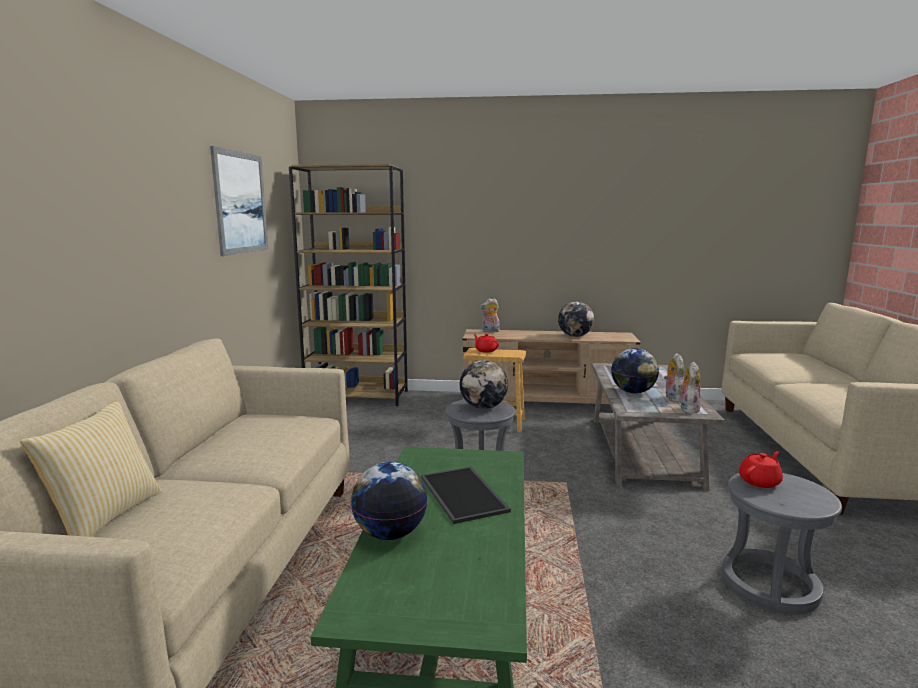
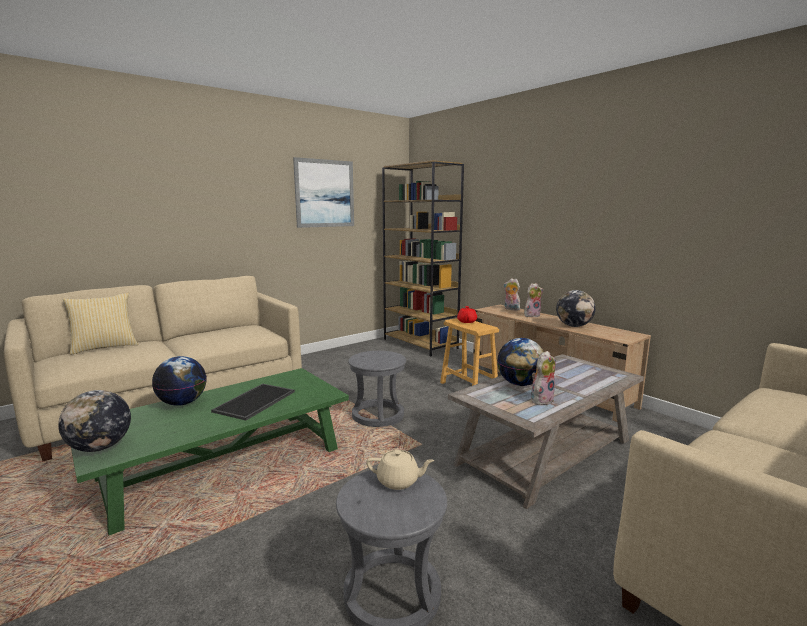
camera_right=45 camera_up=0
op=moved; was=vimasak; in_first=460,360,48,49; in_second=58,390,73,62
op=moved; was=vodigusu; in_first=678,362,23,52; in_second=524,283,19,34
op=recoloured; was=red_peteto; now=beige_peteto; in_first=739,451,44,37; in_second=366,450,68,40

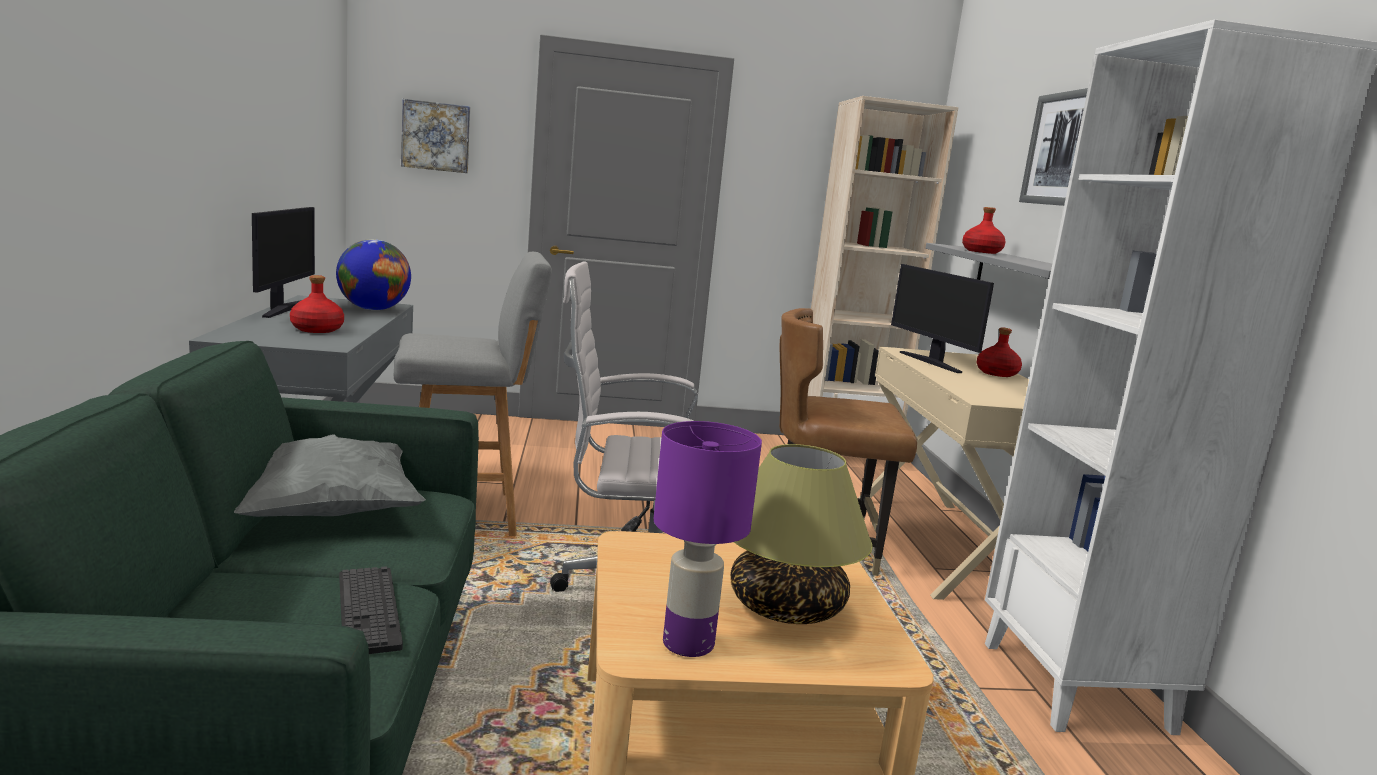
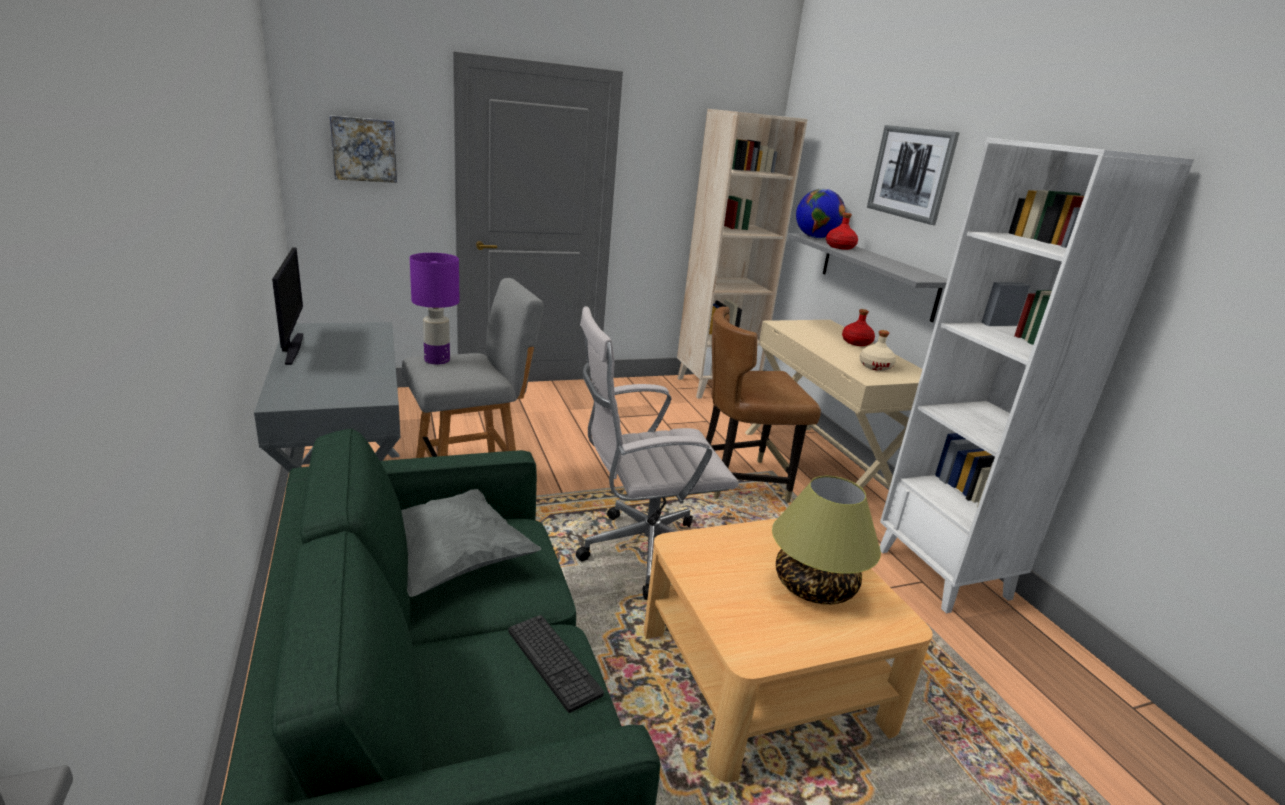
camera_right=-15 camera_up=10
op=moved; was=vimasak; in_first=336,239,75,71; in_second=796,189,50,49
op=removed; was=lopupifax; in_first=891,264,103,109
op=removed; was=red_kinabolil; in_first=290,275,54,58
op=moved; was=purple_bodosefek; in_first=654,421,108,236; in_second=410,253,49,111
op=added; now=beige_kinabolil; in_second=859,330,37,41

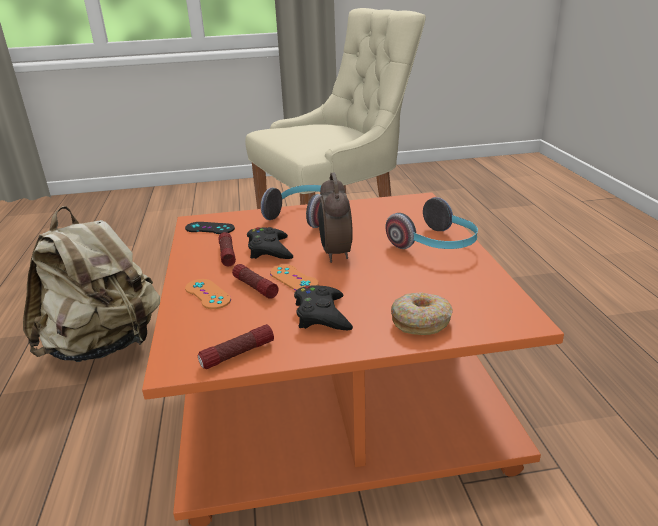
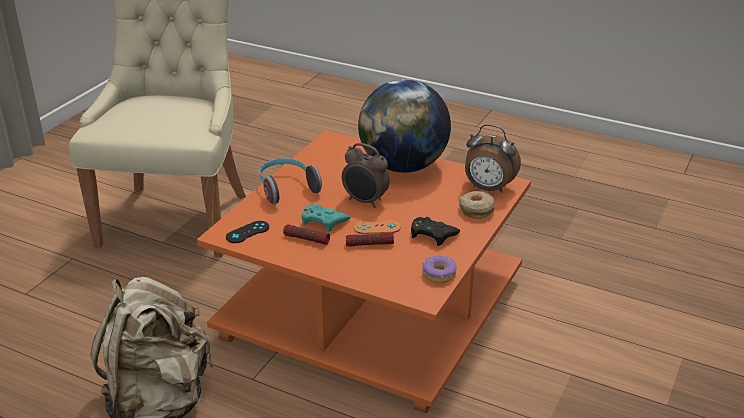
camera_right=-55 camera_up=5
op=replaced; was=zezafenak; now=vimasak; in_first=386,197,92,52; in_second=358,79,93,94
op=recoloured; was=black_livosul; now=turquoise_livosul; in_first=247,227,46,32; in_second=302,204,48,28
op=removed; was=orange_livosul; in_first=185,279,46,30
op=replaced; was=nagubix; now=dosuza; in_first=198,324,76,45; in_second=422,256,34,27
op=added; now=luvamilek; in_second=465,124,56,69

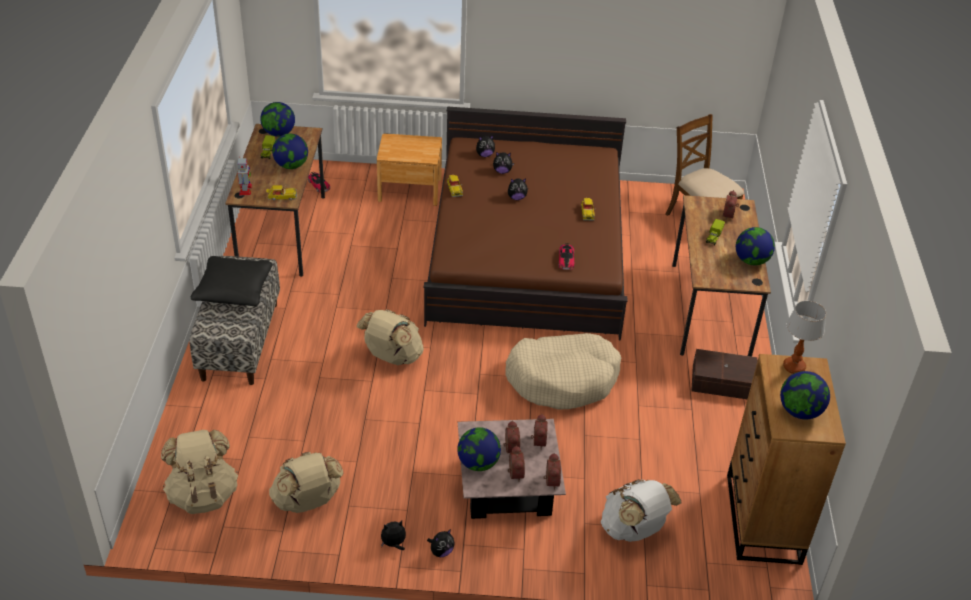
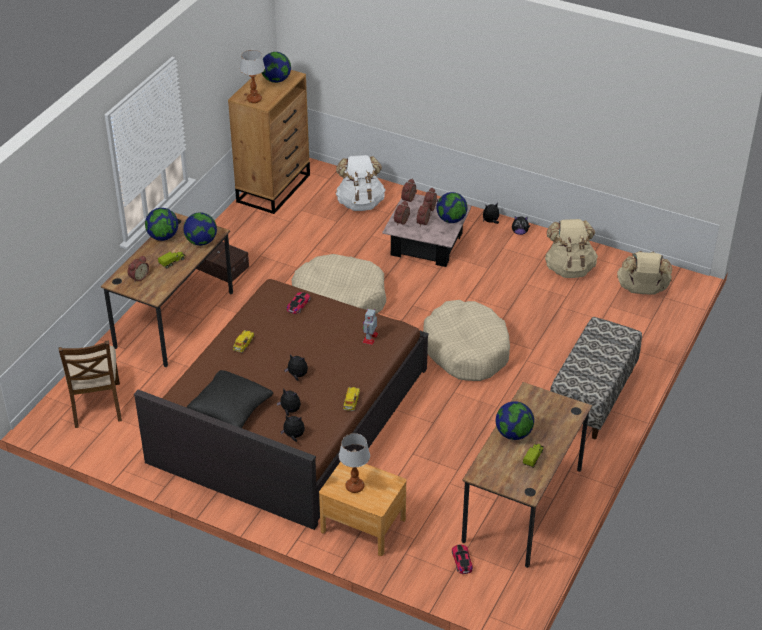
camera_right=-155 camera_up=0
op=moved; was=vimasak; in_first=260,102,35,35; in_second=183,212,34,34
op=moved; was=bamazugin; in_first=238,157,14,38; in_second=362,309,16,36
op=removed; was=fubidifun; in_first=266,185,31,15
op=moved; was=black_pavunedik; in_first=191,256,82,50; in_second=187,370,86,58
op=replaced; was=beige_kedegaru; now=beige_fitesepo; in_first=357,310,67,55; in_second=423,300,87,81
op=added; now=bodosefek; in_second=339,433,31,60

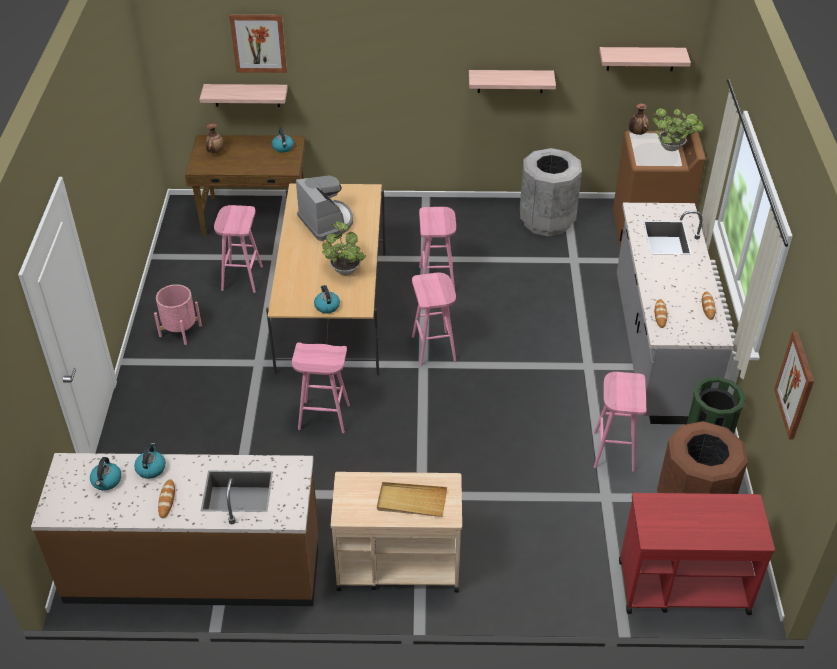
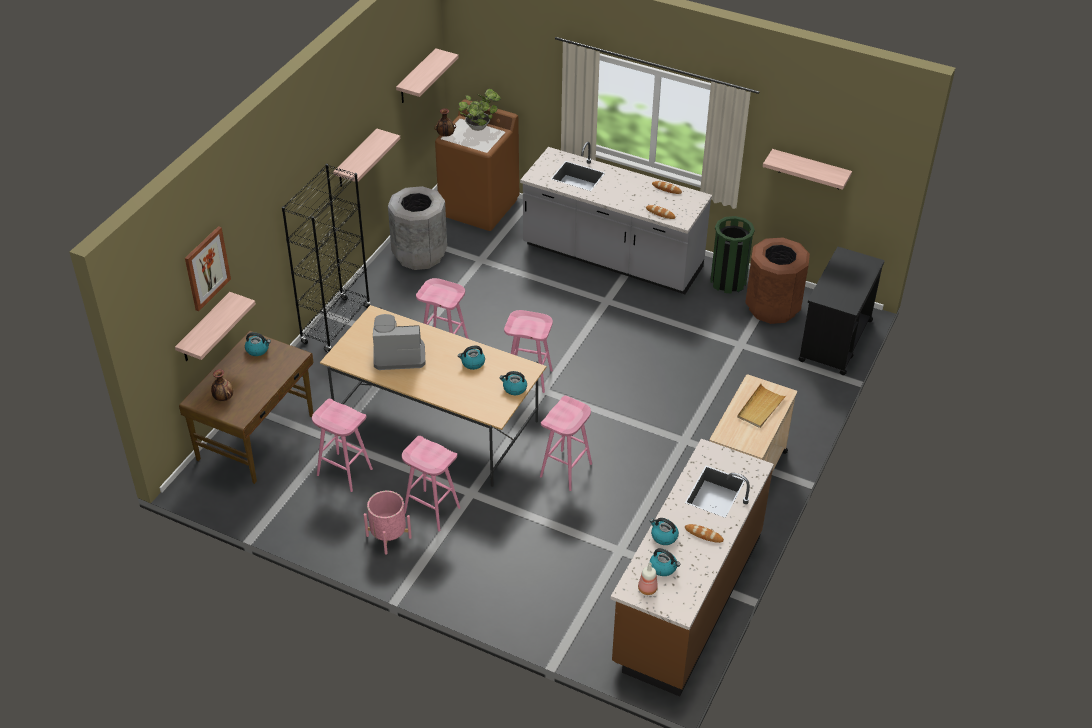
camera_right=-65 camera_up=0
op=replaced; was=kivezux; now=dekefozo; in_first=322,221,44,54; in_second=458,346,27,24
op=replaced; was=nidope; now=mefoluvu; in_first=774,331,40,109; in_second=763,149,89,41
op=moved; was=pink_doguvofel; in_first=594,372,53,100; in_second=402,436,58,95
op=recoloured; was=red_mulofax; now=black_mulofax; in_first=619,493,156,122; in_second=799,247,85,128
op=added; now=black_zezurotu; in_second=282,164,89,189
op=added; now=kinabolil; in_second=638,563,20,32

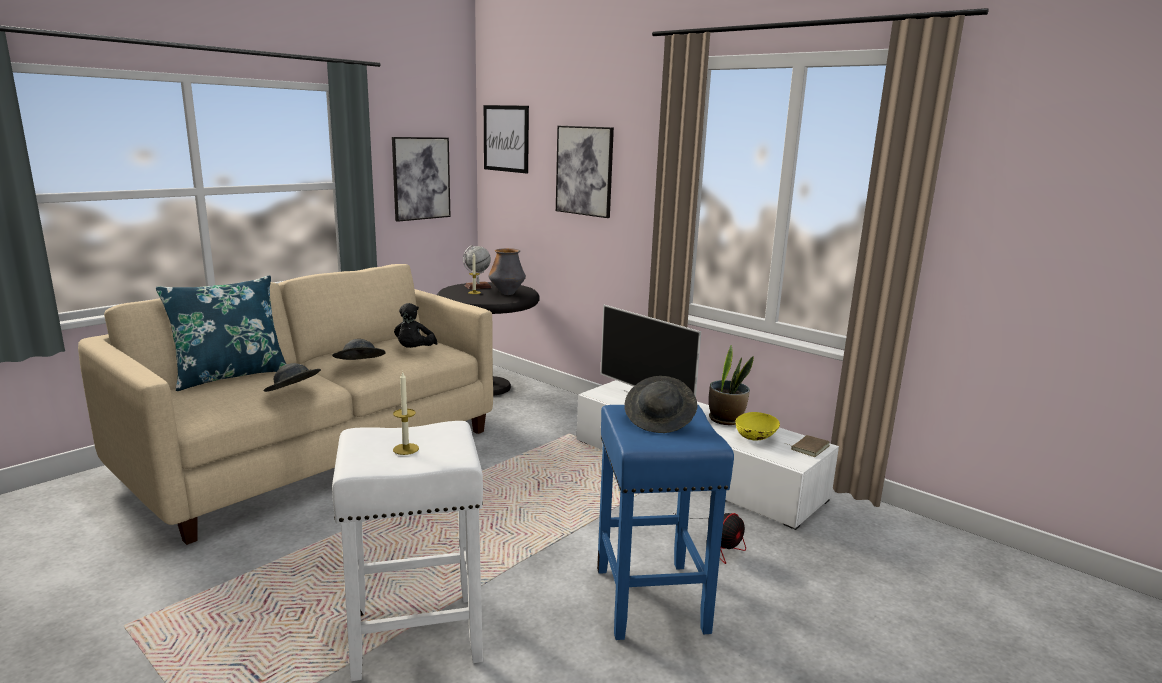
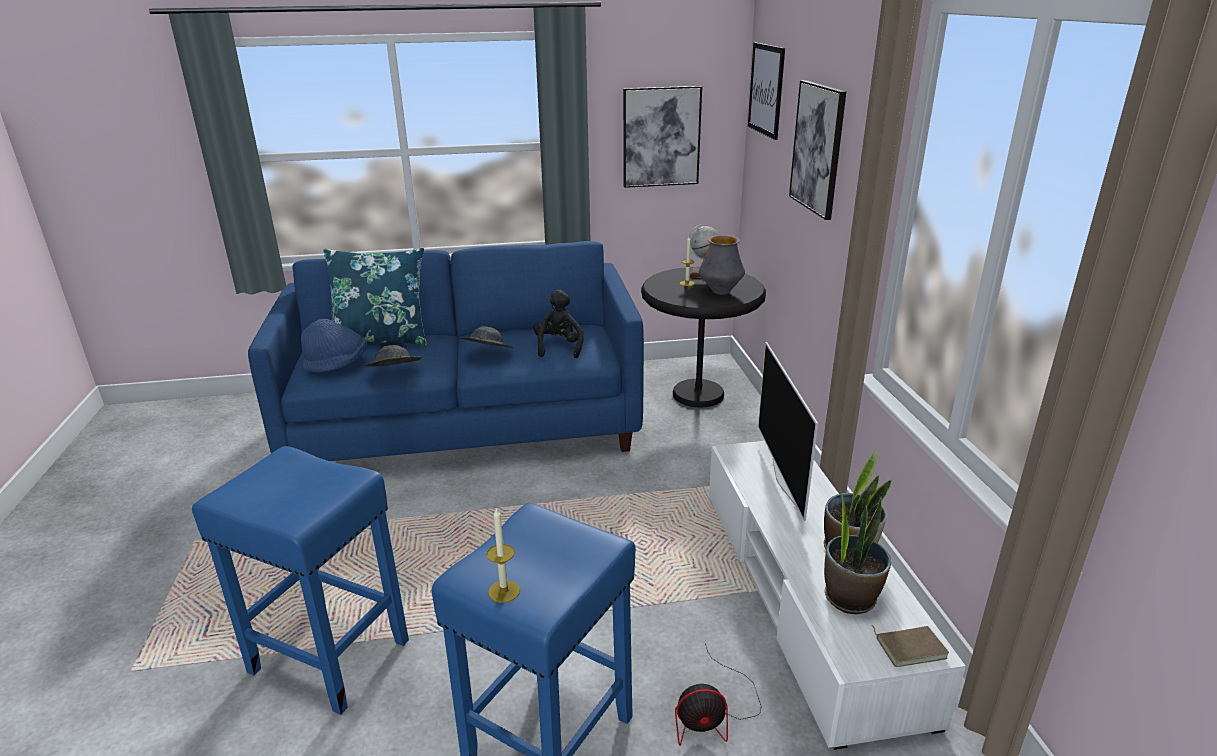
camera_right=40 camera_up=10
op=recoloured; was=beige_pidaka; now=blue_pidaka; in_first=78,264,415,281; in_second=248,241,396,220
op=turned; was=black_vodigusu; in_first=394,303,44,45; in_second=533,290,51,68; clockwise=135
op=moved; was=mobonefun; in_first=393,372,26,83; in_second=487,507,33,96
op=removed; was=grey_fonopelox; in_first=624,376,73,57
op=replaced; was=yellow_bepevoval; now=kivezux; in_first=735,412,45,28; in_second=824,492,67,122
op=recoloured; was=white_doguvofel; now=blue_doguvofel; in_first=332,421,151,260; in_second=192,446,217,269
op=added; now=blue_fonopelox; in_second=301,319,66,54

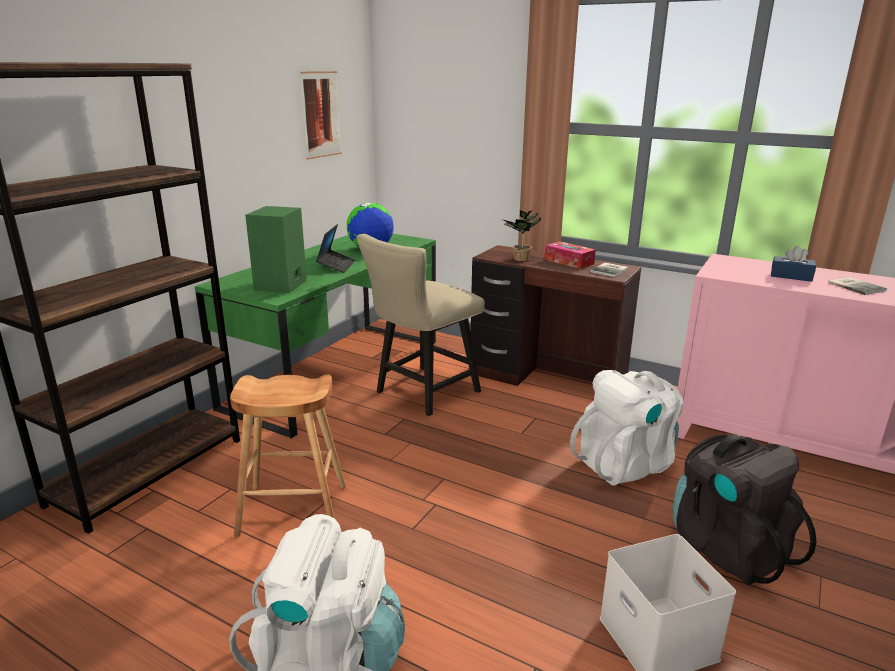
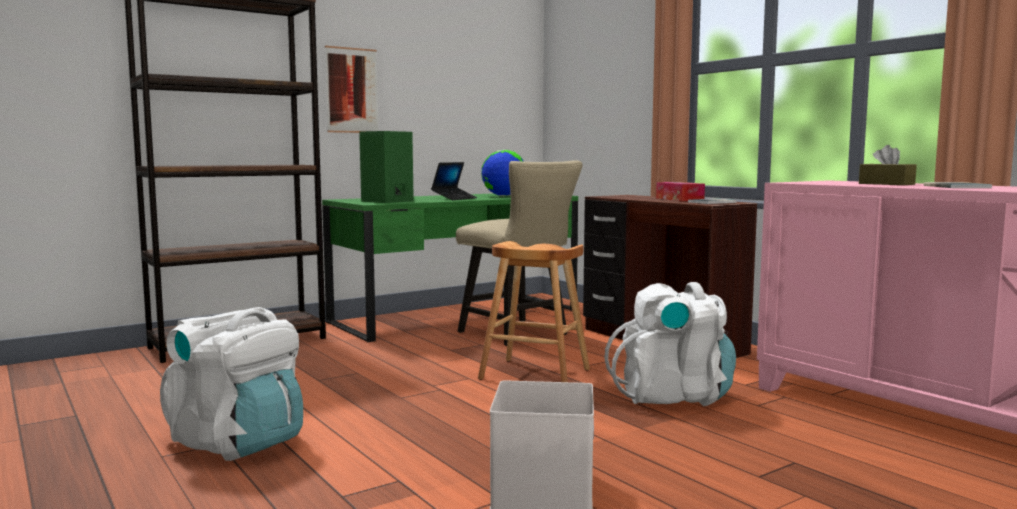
camera_right=25 camera_up=-15
op=moved; was=nidope; in_first=300,71,42,88; in_second=325,46,53,87
op=removed; was=kivezux; in_first=502,210,39,51
op=turned; was=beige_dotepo; in_first=357,234,128,182; in_second=456,160,127,186; clockwise=-105
op=recoloured; was=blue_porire; now=brown_porire; in_first=771,246,45,36; in_second=859,145,58,40
op=moved; was=brown_doguvofel; in_first=230,374,116,163; in_second=478,241,112,141
op=removed; was=black_kedegaru; in_first=673,434,144,151

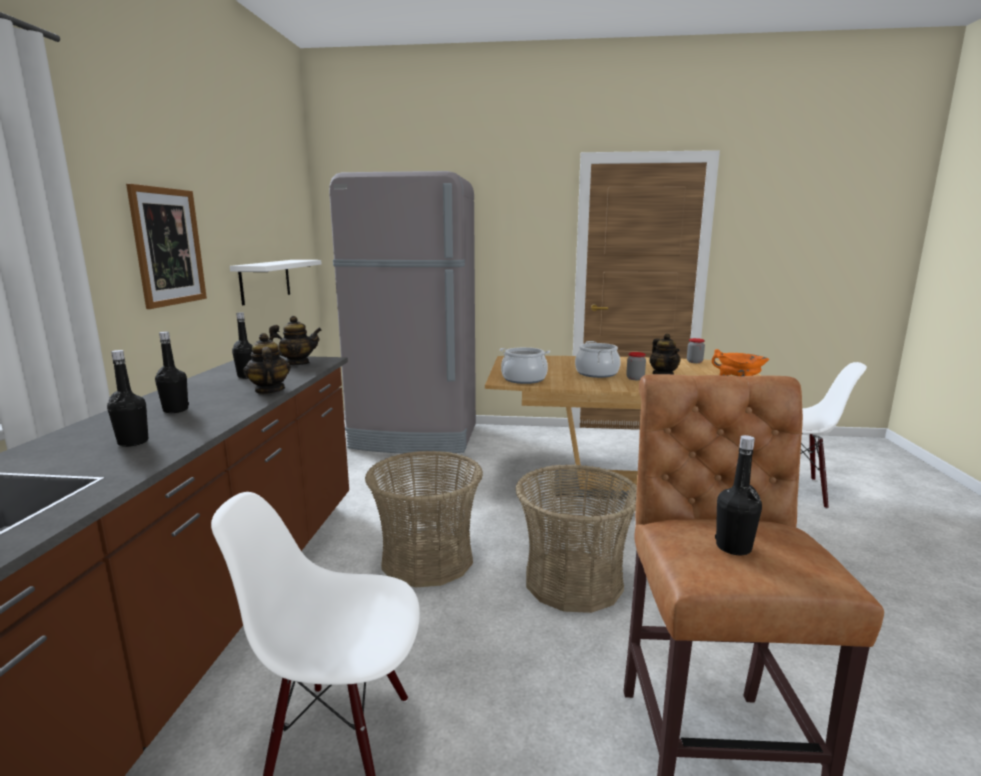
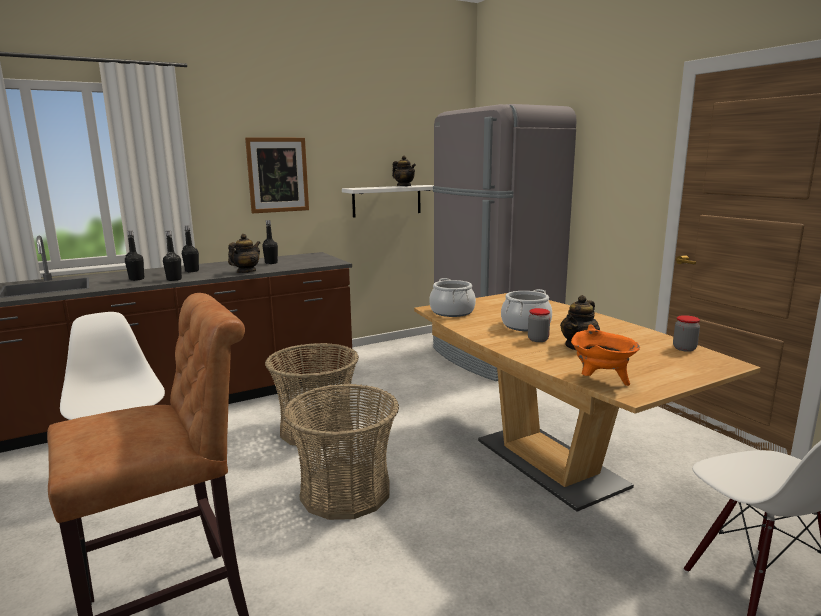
camera_right=55 camera_up=0
op=moved; was=peteto; in_first=269,316,53,49; in_second=392,156,24,30
op=moved; was=black_kinabolil; in_first=715,435,47,120; in_second=163,231,19,50

